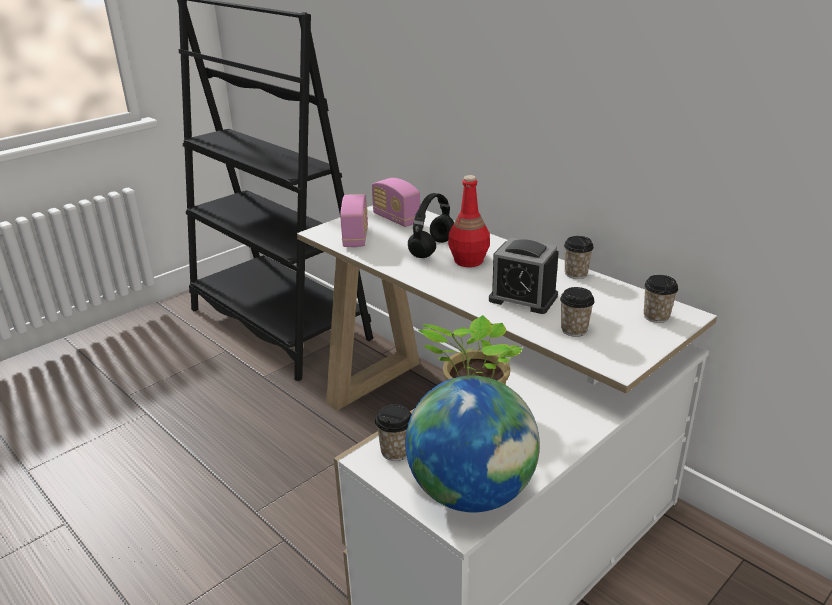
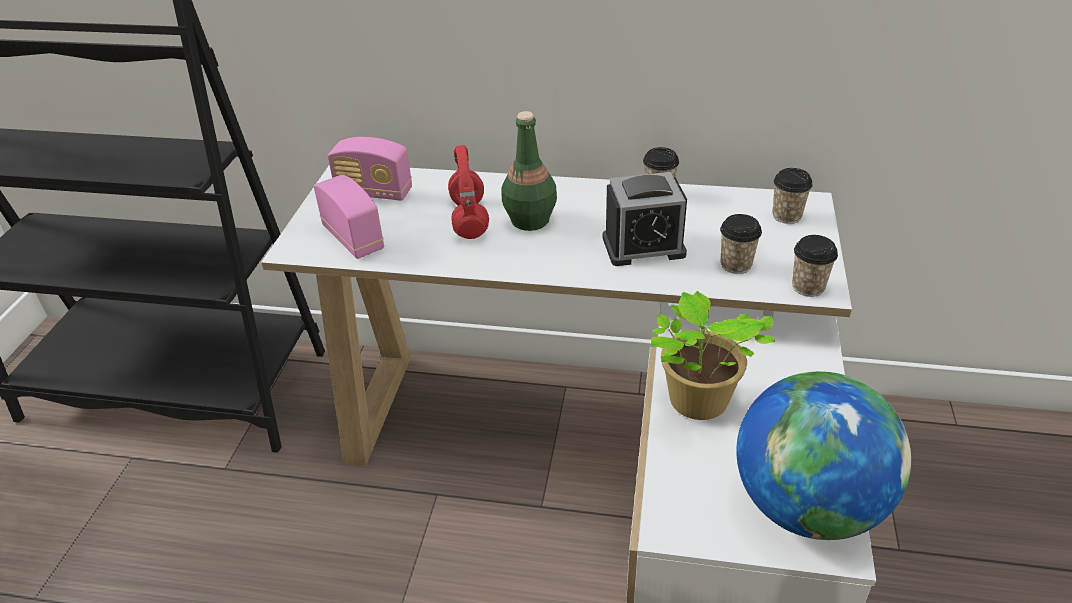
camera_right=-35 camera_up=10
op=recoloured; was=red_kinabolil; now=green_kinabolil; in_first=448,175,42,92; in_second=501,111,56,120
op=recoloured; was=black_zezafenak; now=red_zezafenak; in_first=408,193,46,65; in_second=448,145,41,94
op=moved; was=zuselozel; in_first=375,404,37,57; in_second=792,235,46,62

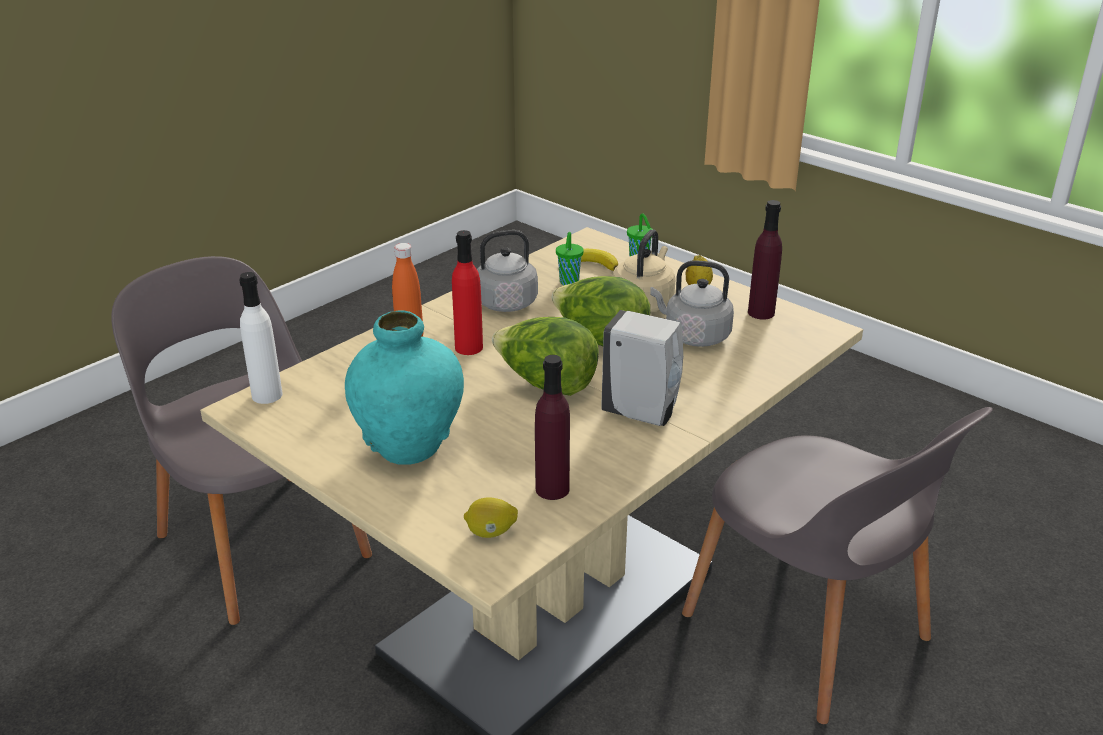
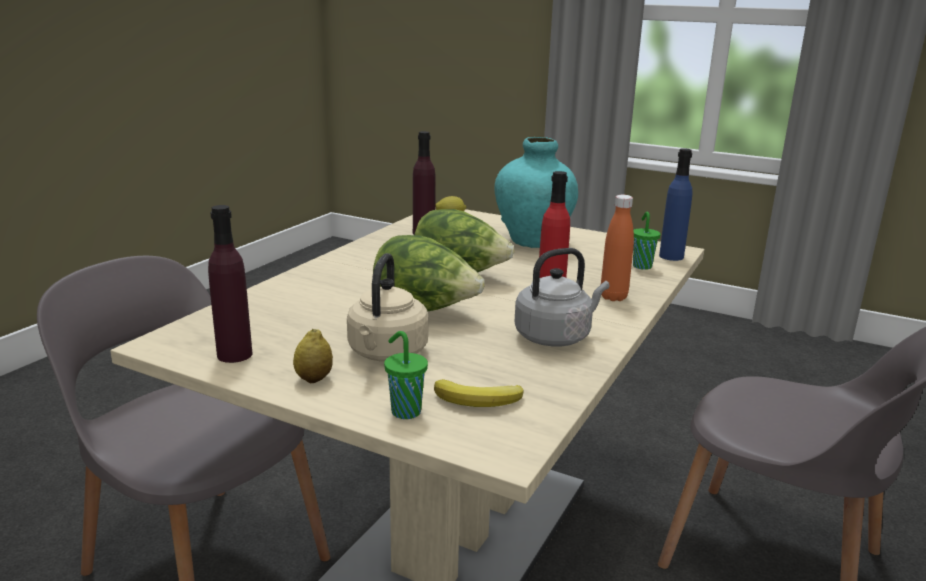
camera_right=165 camera_up=-10
op=moved; was=green_zuselozel; in_first=556,232,28,53; in_second=633,212,27,58
op=removed; was=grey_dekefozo; in_first=650,260,84,87
op=recoloured; was=white_kinabolil; now=blue_kinabolil; in_first=239,272,44,132; in_second=659,148,33,113
op=removed; was=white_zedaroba; in_first=601,310,82,116

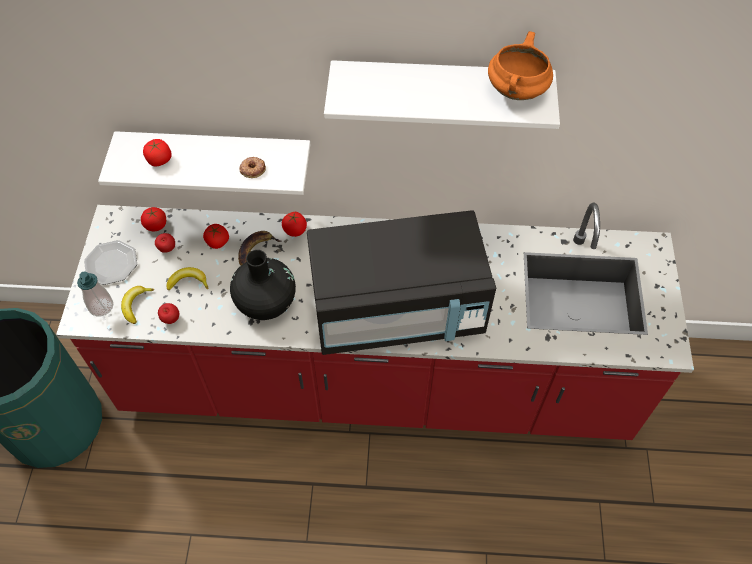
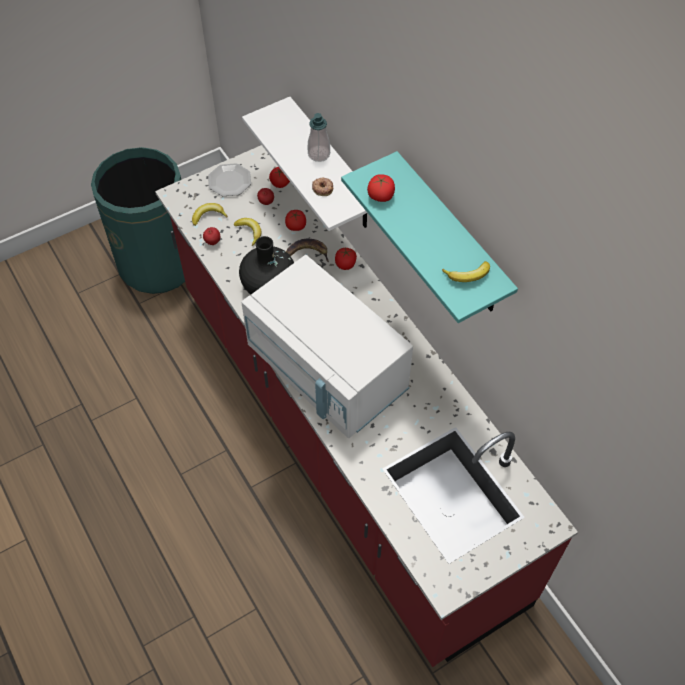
camera_right=55 camera_up=0
op=replaced; was=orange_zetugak; now=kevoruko; in_first=488,31,65,69; in_second=442,261,48,21
op=recoloured; was=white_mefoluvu; now=turquoise_mefoluvu; in_first=324,60,236,69; in_second=341,151,177,172
op=moved; was=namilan; in_first=143,139,29,28; in_second=367,174,28,28
op=recoloured; was=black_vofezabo; now=white_vofezabo; in_first=307,210,189,145; in_second=241,255,172,183
op=moved; was=zedaroba; in_first=77,271,36,46; in_second=308,113,22,49

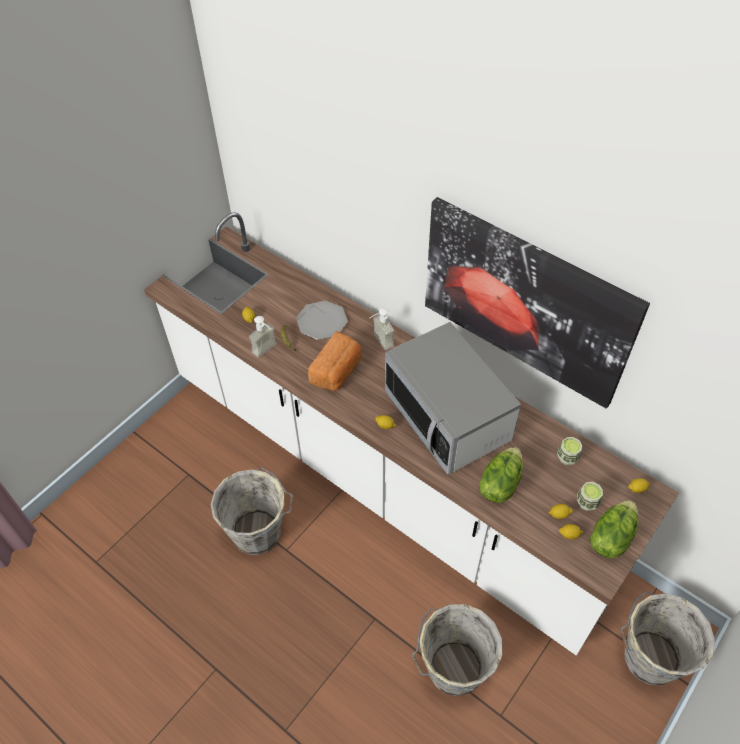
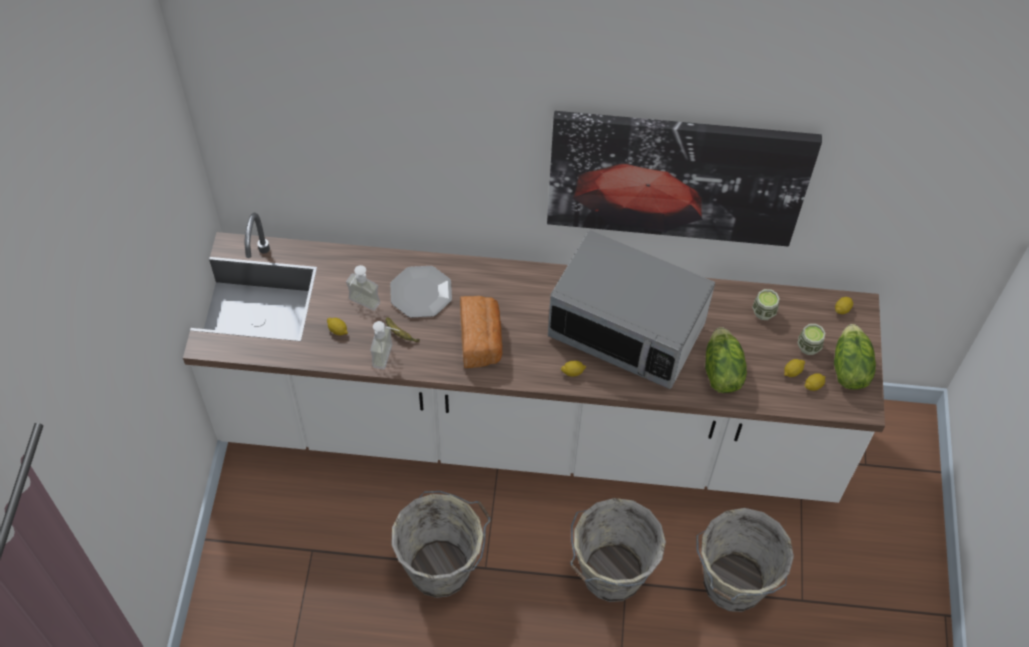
camera_right=-35 camera_up=5
op=moved; was=zedaroba; in_first=370,308,24,42; in_second=346,265,34,46
op=moved; was=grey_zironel; in_first=620,592,95,93; in_second=570,498,96,104

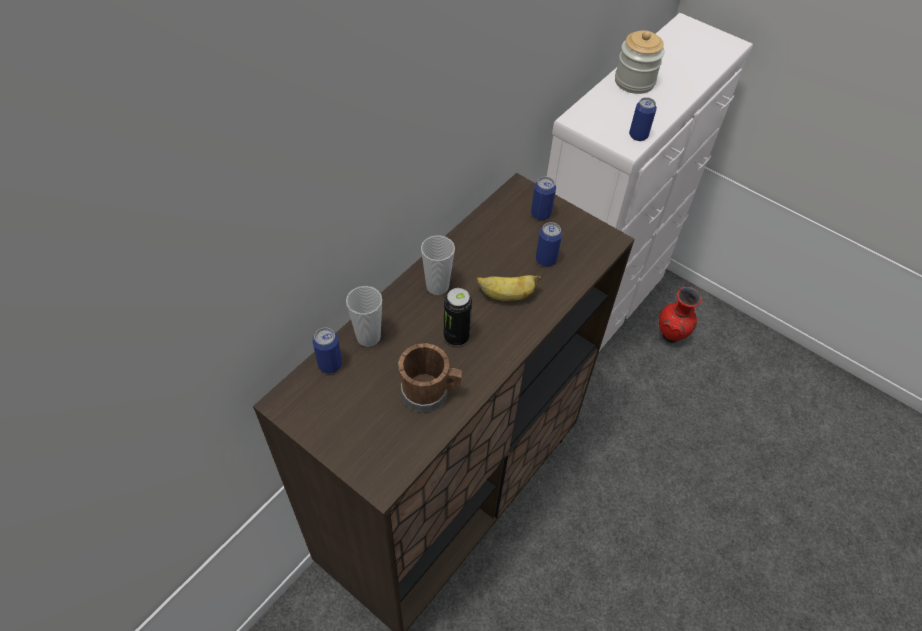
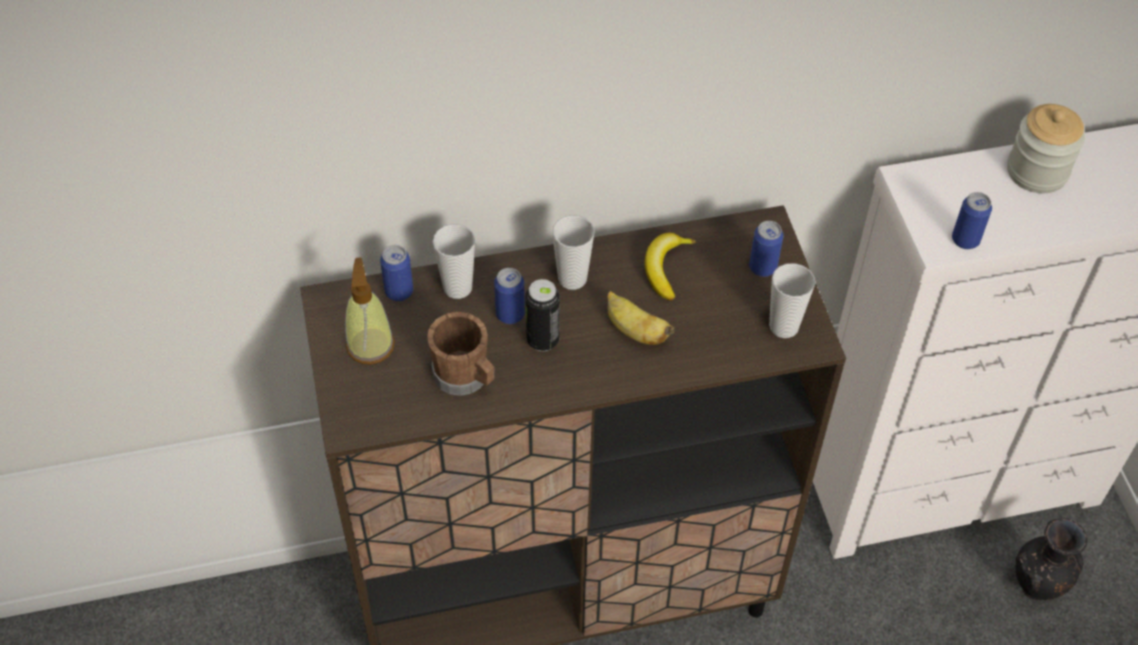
camera_right=40 camera_up=0
op=moved; was=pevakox; in_first=536,222,26,45; in_second=494,268,31,56
op=recoloured; was=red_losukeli; now=black_losukeli; in_first=659,287,43,56; in_second=1016,518,71,82
op=added; now=kevoruko; in_second=645,233,51,68
op=added; now=zedaroba; in_second=345,257,50,108
op=added; now=zuselozel; in_second=769,263,47,75

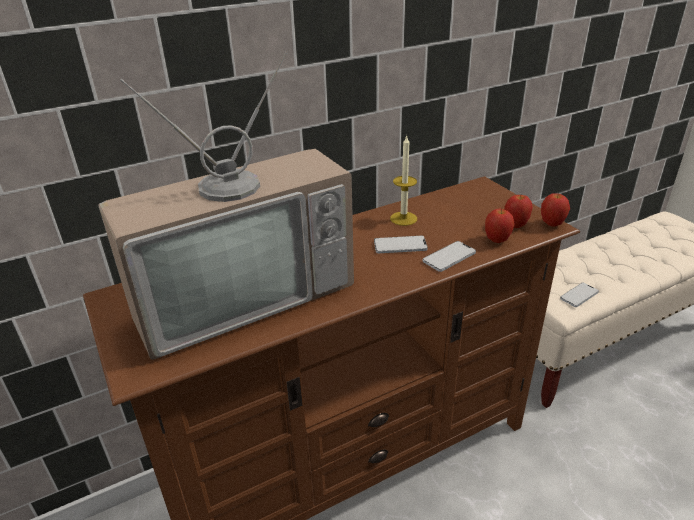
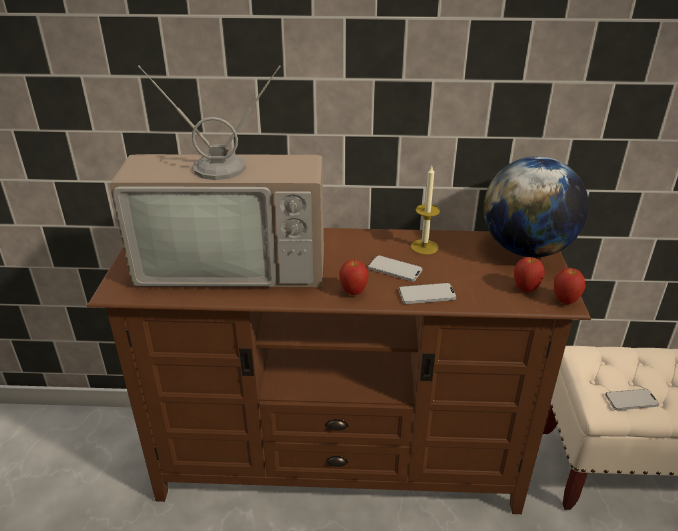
camera_right=30 camera_up=0
op=moved; was=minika; in_first=485,208,29,35; in_second=339,260,30,35
op=added; now=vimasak; in_second=484,156,105,102

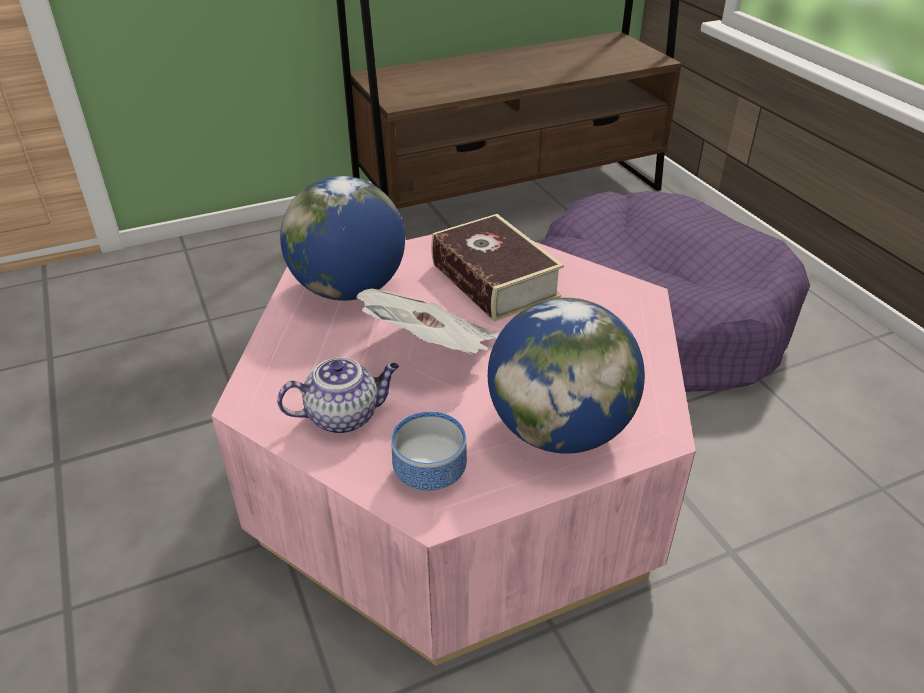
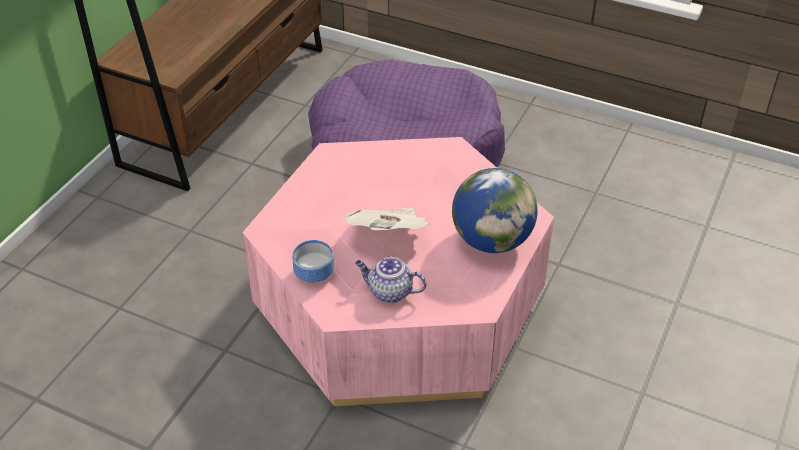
camera_right=-40 camera_up=5
op=removed; was=vimasak; in_first=280,176,125,125
op=removed; was=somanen; in_first=431,214,133,108
op=turned; was=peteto; in_first=277,357,122,77; in_second=355,257,72,46; clockwise=-105
op=moved; was=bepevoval; in_first=391,411,76,79; in_second=292,240,42,43

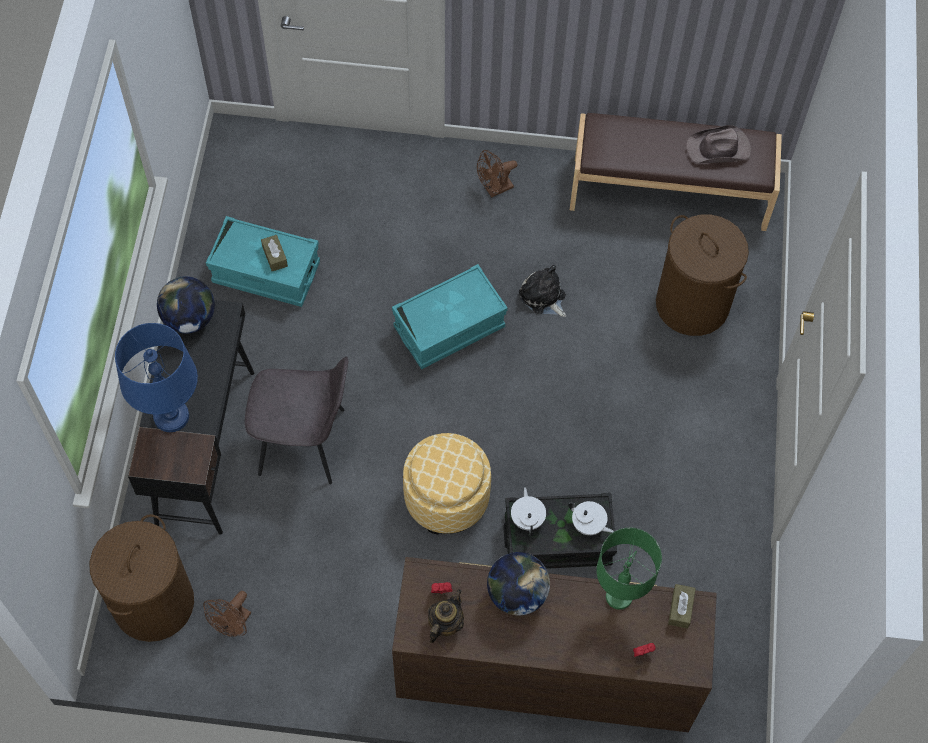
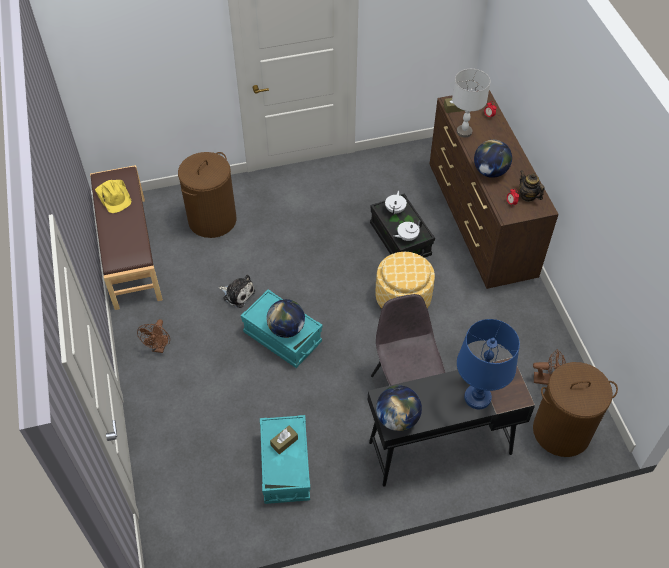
camera_right=-110 camera_up=-10
op=recoloured; was=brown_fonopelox; now=yellow_fonopelox; in_first=686,125,65,38; in_second=95,180,37,33
op=turned; was=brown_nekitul; in_first=477,150,40,48; in_second=137,319,33,34; clockwise=60
op=turned; was=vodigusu; in_first=519,265,47,52; in_second=219,274,36,34; clockwise=-90
op=recoloured; was=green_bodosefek; now=grey_bodosefek; in_first=596,528,66,82; in_second=452,69,39,69
op=turned; was=peteto; in_first=428,589,36,54; in_second=519,170,26,32; clockwise=45
op=added; now=vimasak; in_second=267,299,38,39

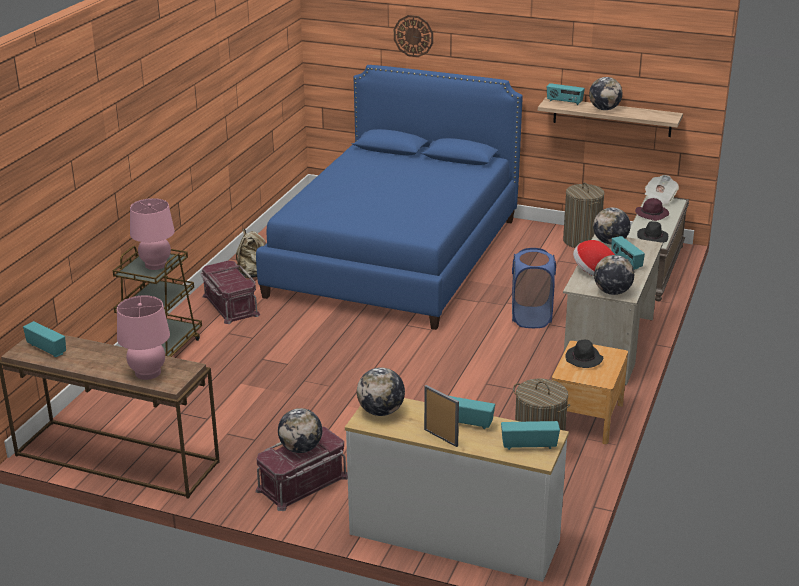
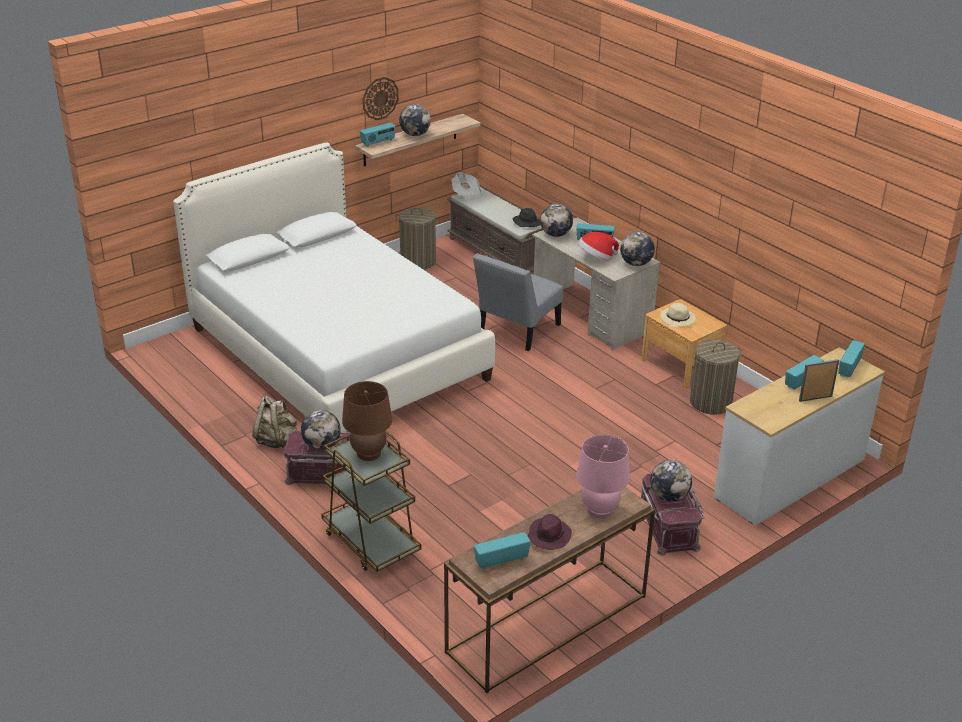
camera_right=-60 camera_up=5
op=moved; was=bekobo; in_first=394,15,39,42; in_second=363,77,36,43
op=recoloured; was=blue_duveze; now=white_duveze; in_first=256,65,267,265; in_second=173,143,322,289
op=recoloured; was=pink_bodosefek; now=brown_bodosefek; in_first=130,198,45,72; in_second=342,381,50,80
op=moved; was=purple_fonopelox; in_first=635,198,34,23; in_second=528,514,44,36
op=replaced; was=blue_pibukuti; now=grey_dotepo; in_first=512,248,44,80; in_second=473,253,90,98
op=recoloured; was=black_fonopelox; now=beige_fonopelox; in_first=565,340,38,28; in_second=660,303,36,24
op=moved; was=vimasak; in_first=357,367,48,49; in_second=301,410,40,40

